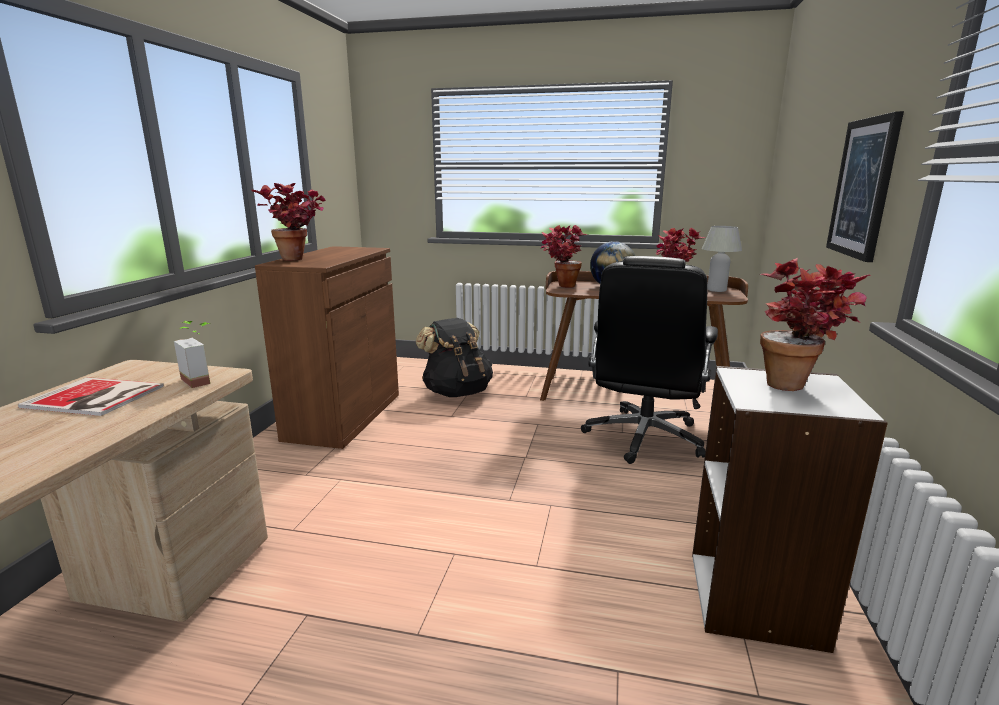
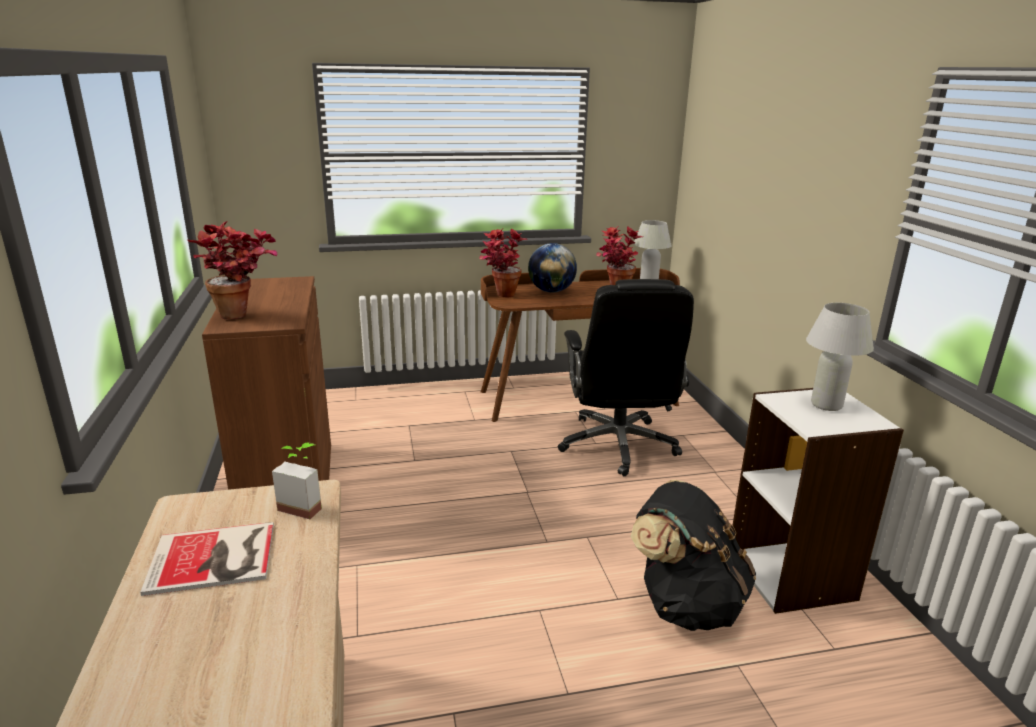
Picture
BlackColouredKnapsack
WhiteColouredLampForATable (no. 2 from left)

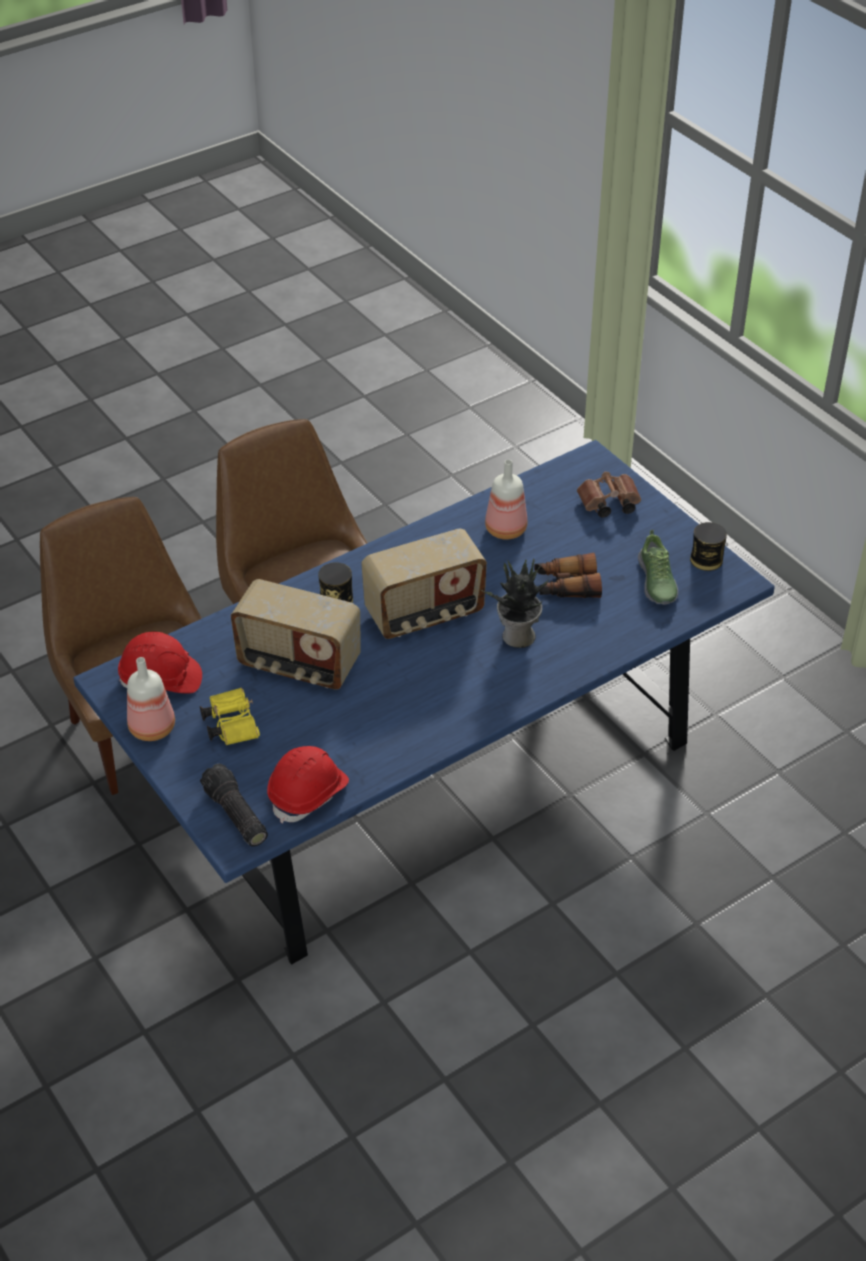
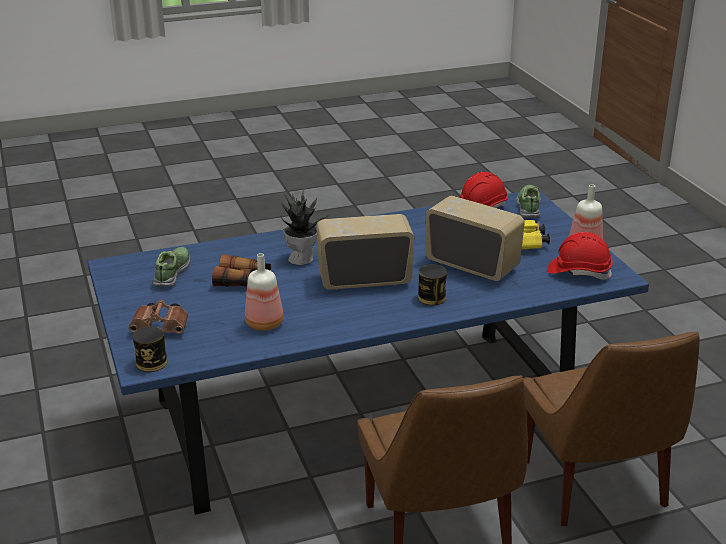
Can (no. 1 from left)
Shoe (no. 2 from left)

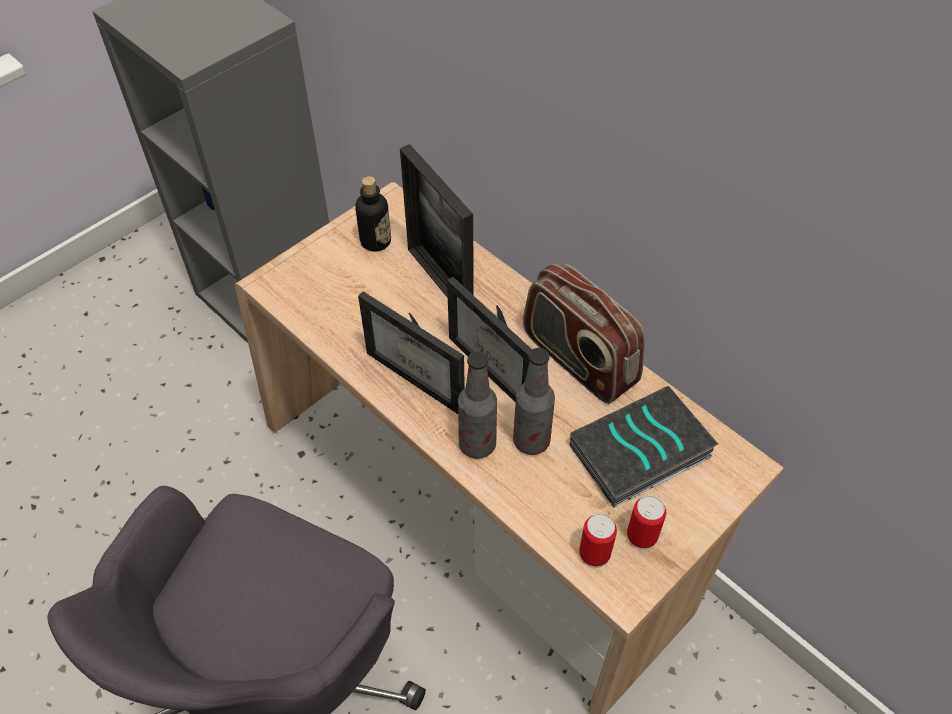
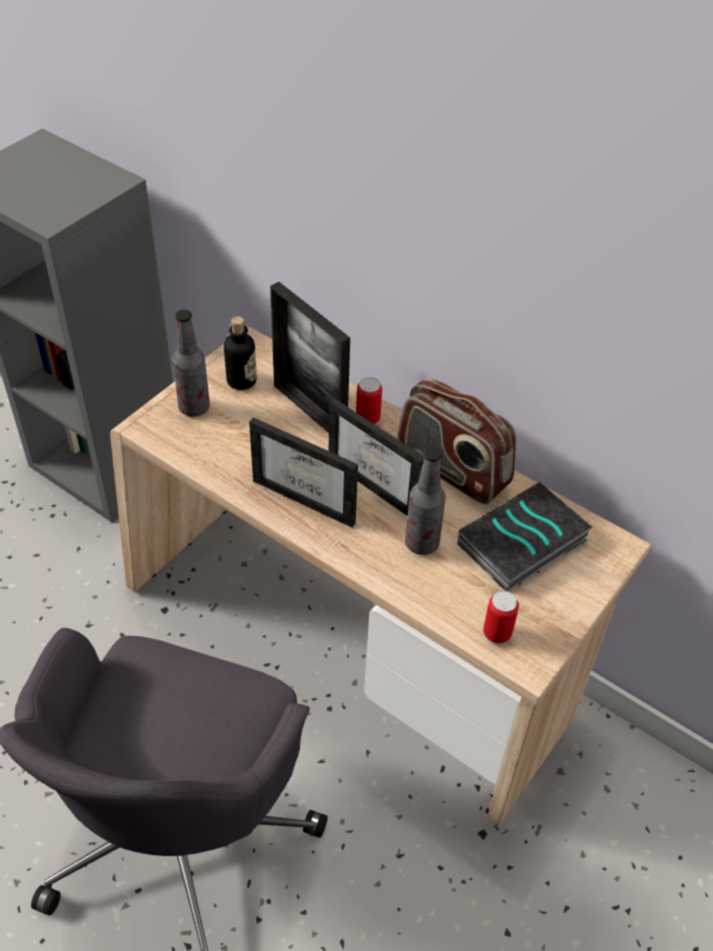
Bottle (no. 1 from left)
Can (no. 1 from left)

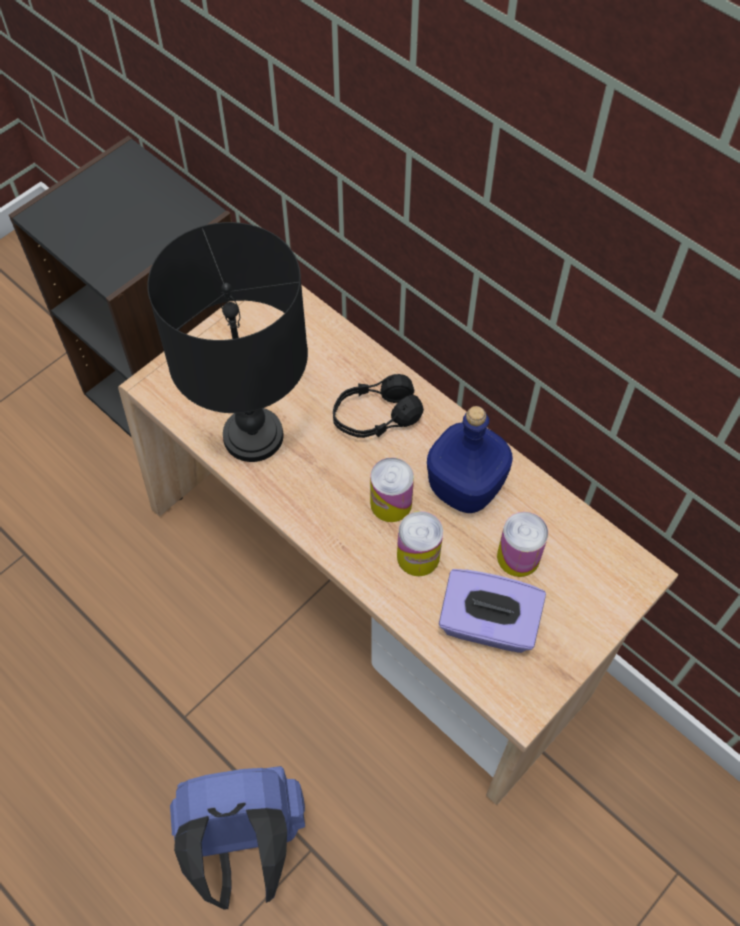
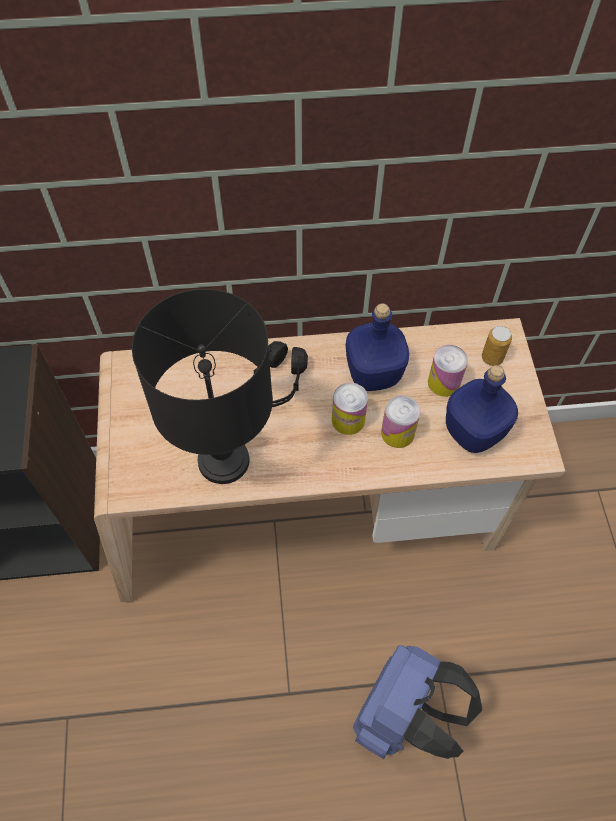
Can (no. 4 from left)
BlueColouredBottle (no. 2 from left)

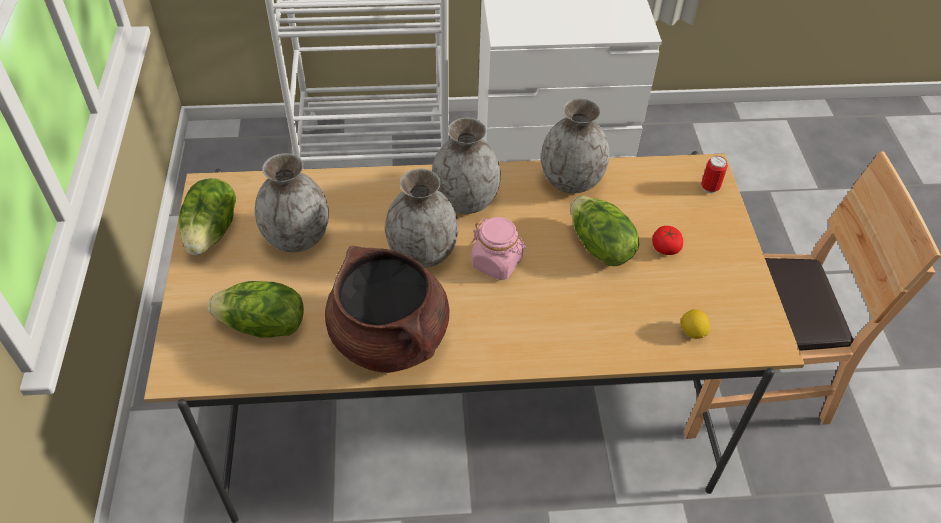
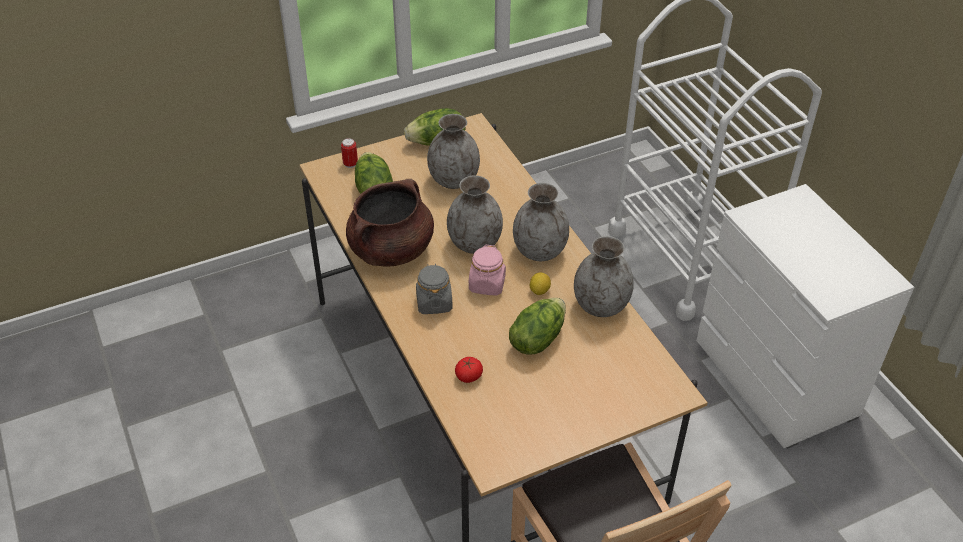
GrayStorageJar
WholeTomato
WholeLemon
Can

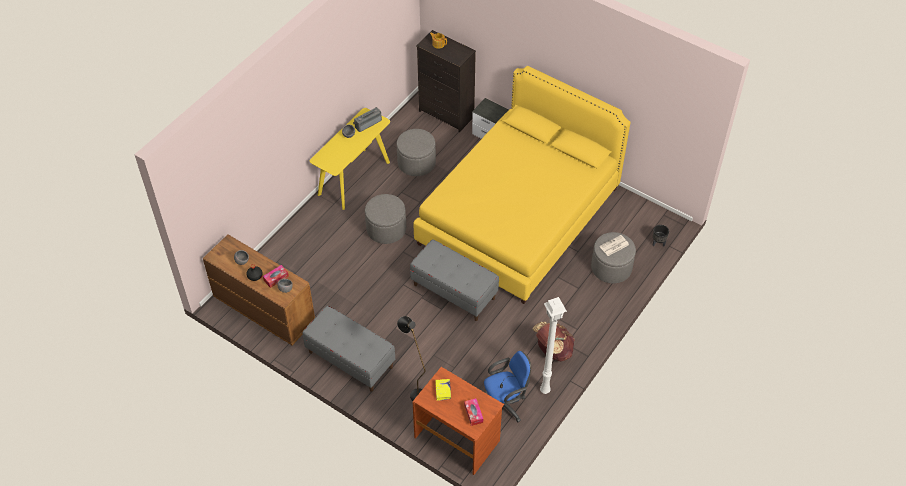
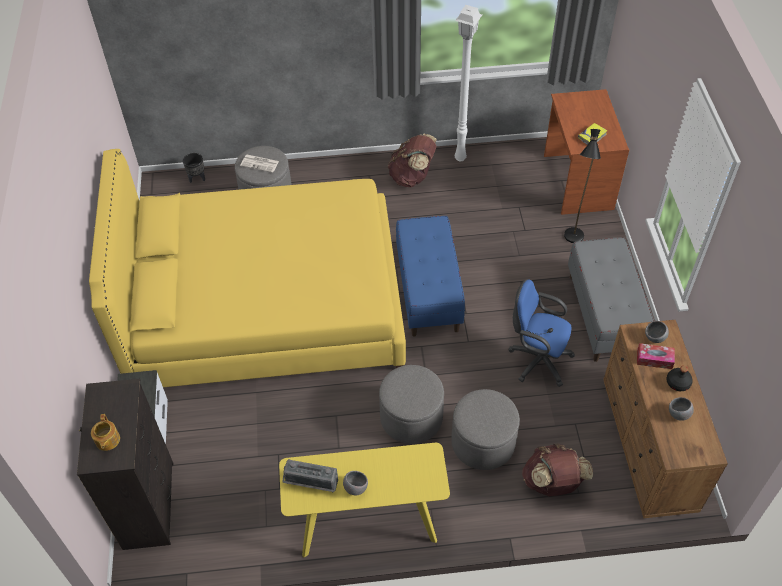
BoxOfTissues (no. 2 from left in the first image)
BrownColouredKnapsack (no. 2 from left)
GrayFootrest (no. 3 from left)
BlueColouredDeskChair
BlueColouredIndoorBench

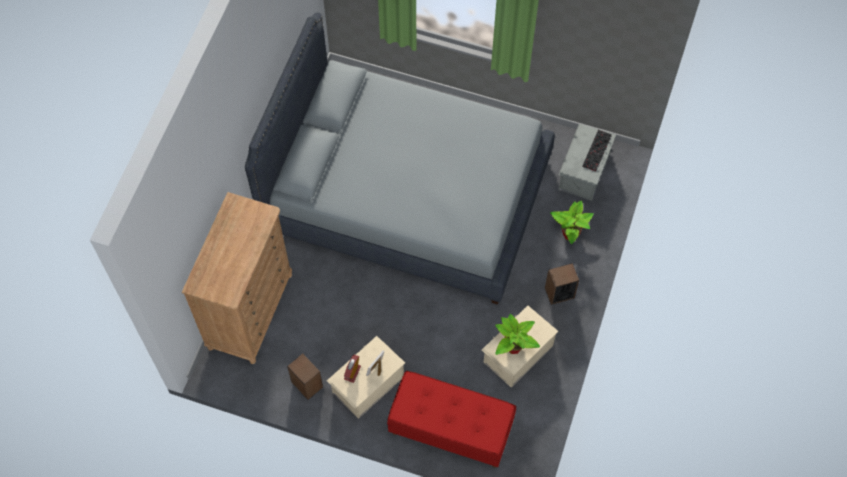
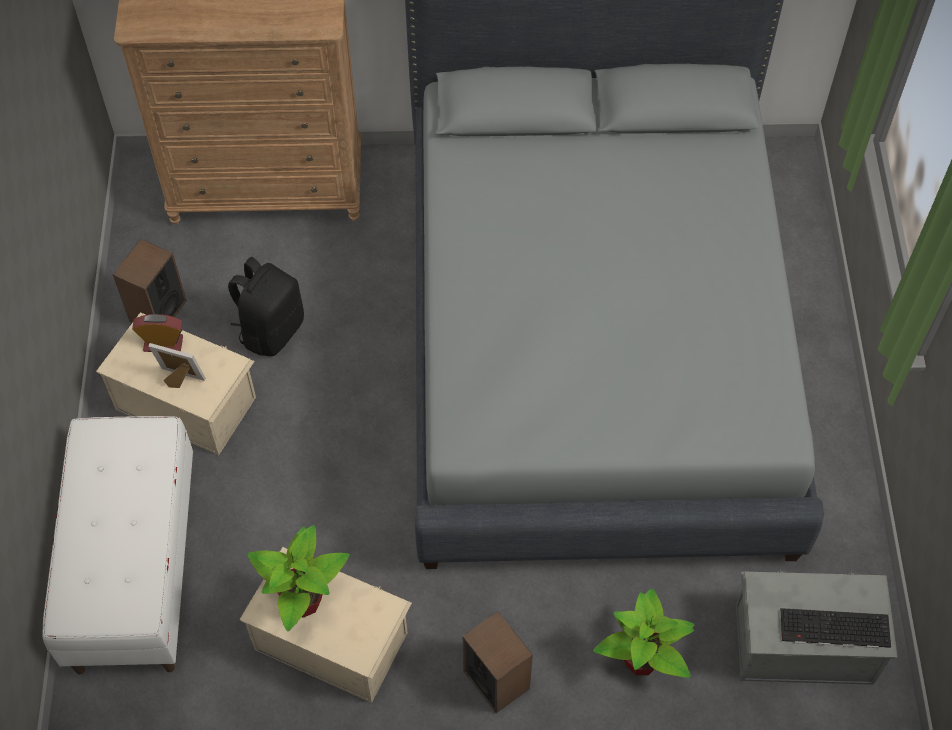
BlackColouredKnapsack
WhiteColouredIndoorBench

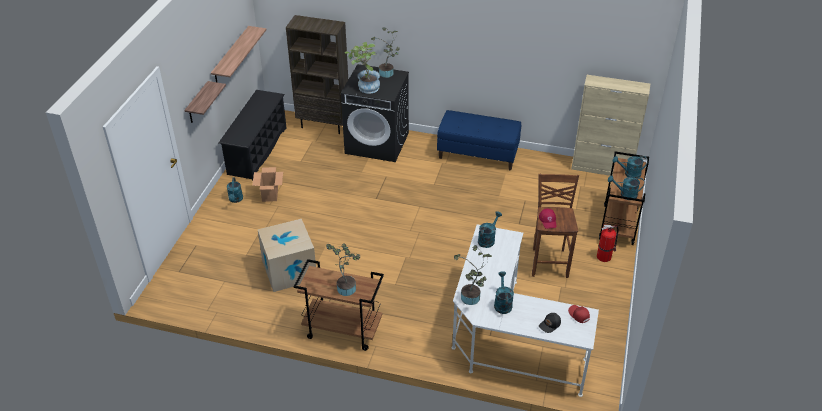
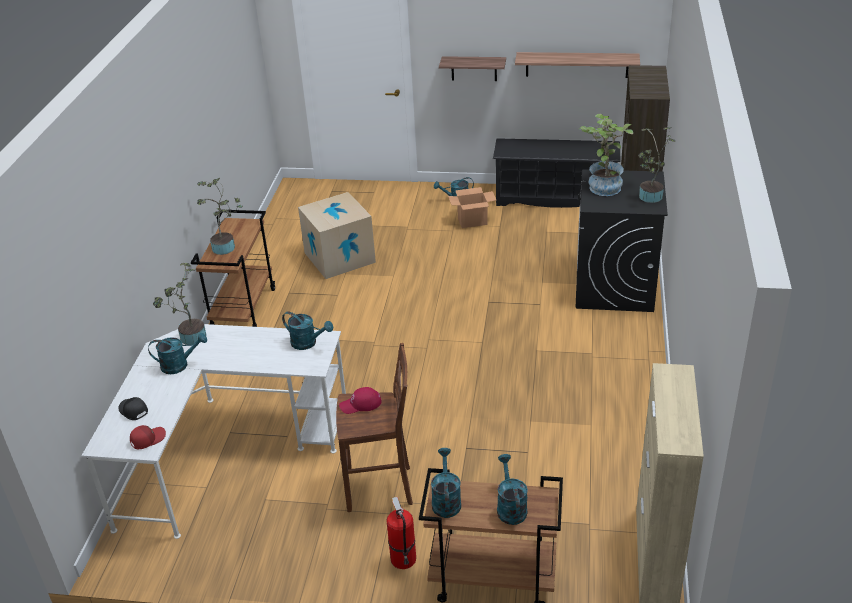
BlueColouredIndoorBench

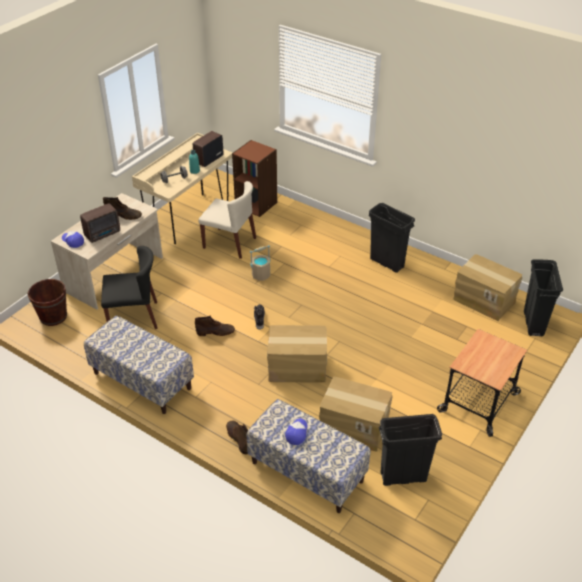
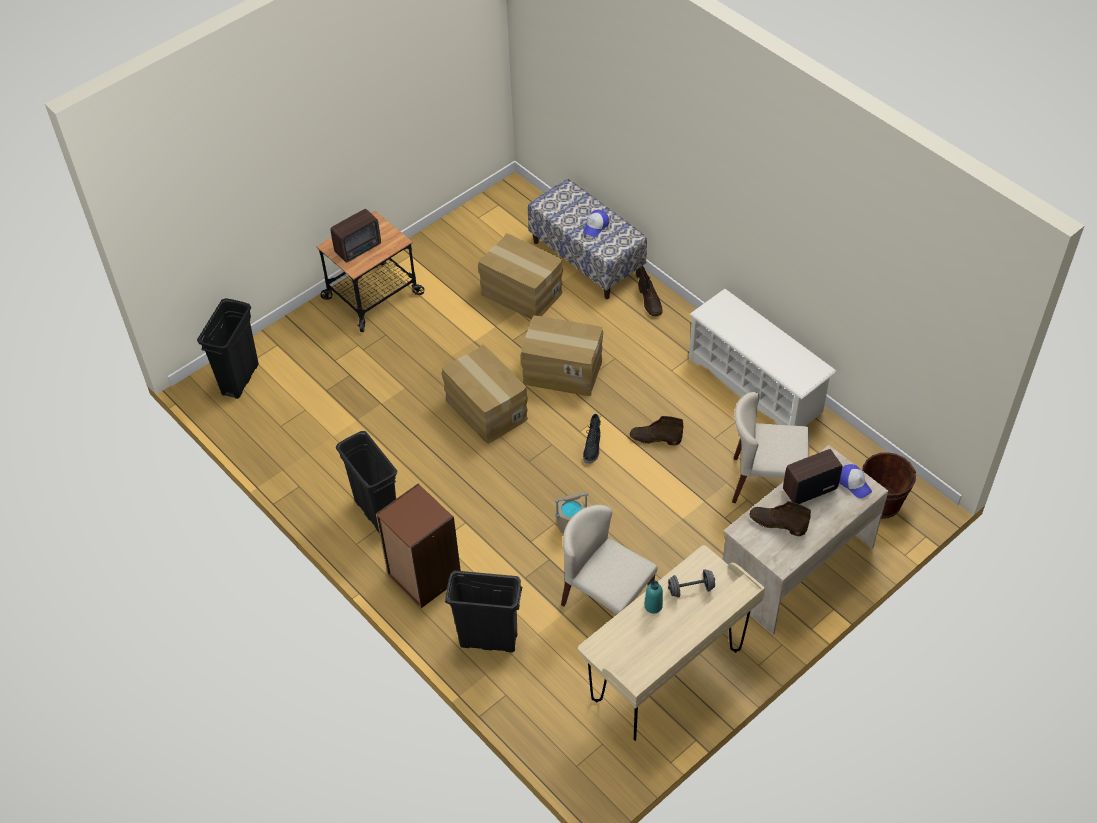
RadioSet (no. 1 from left)
BrownColouredBookcase
BlackColouredWasteBin (no. 3 from left)
PackingBox (no. 1 from left)
WhiteColouredShoeShelf
SandColouredUprightChair (no. 2 from left)

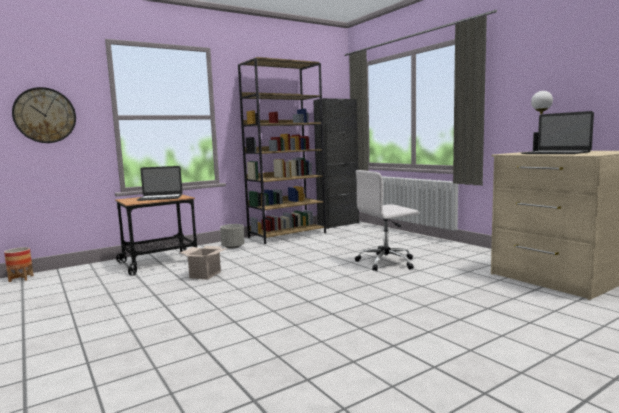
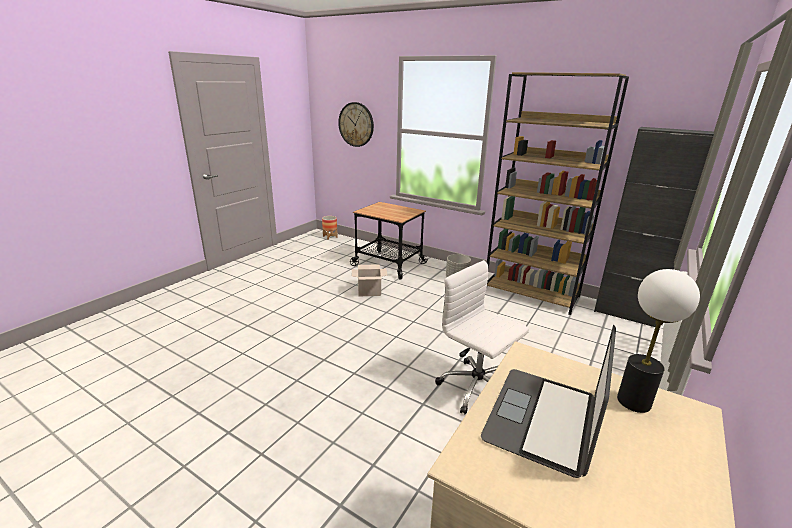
Laptop (no. 1 from left in the first image)

